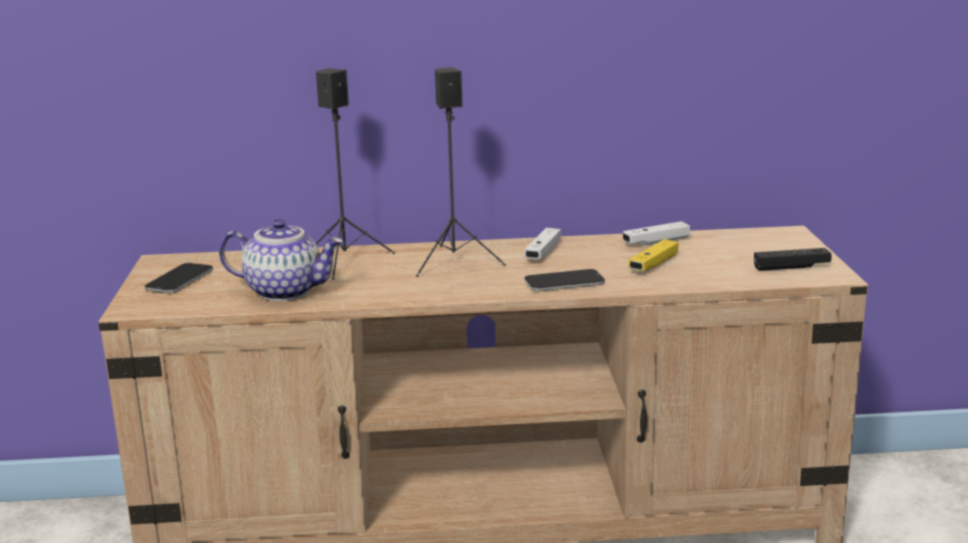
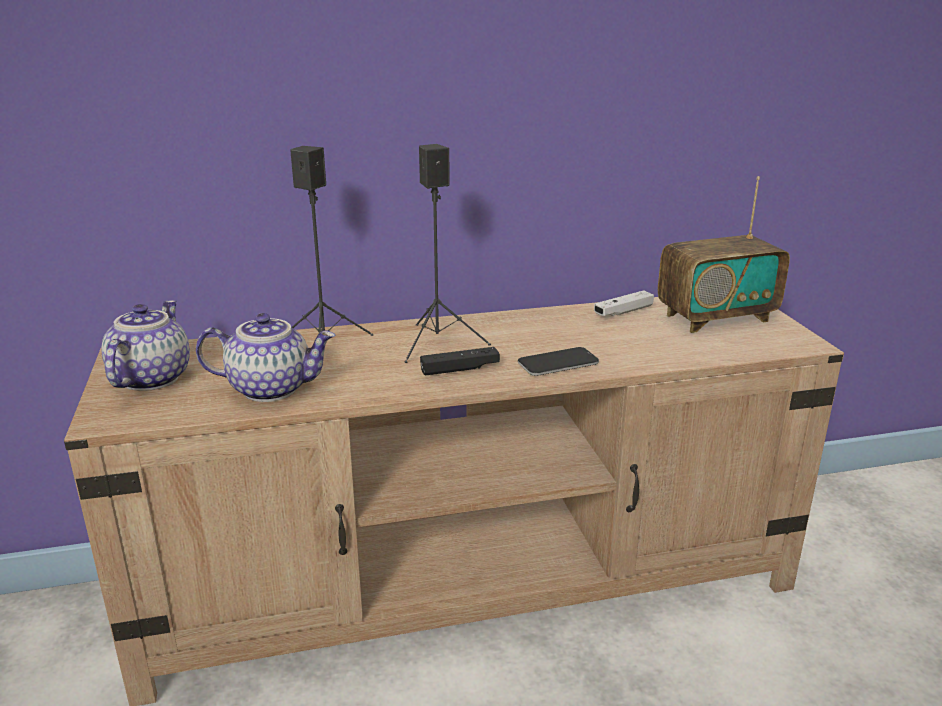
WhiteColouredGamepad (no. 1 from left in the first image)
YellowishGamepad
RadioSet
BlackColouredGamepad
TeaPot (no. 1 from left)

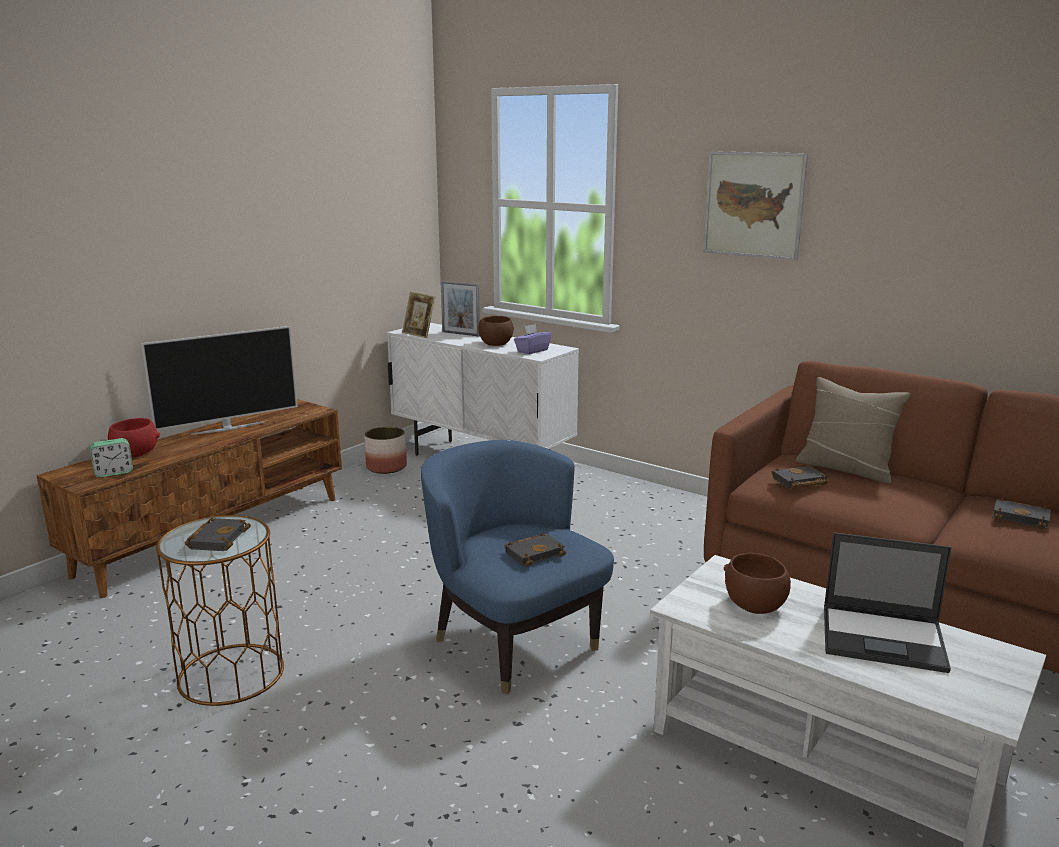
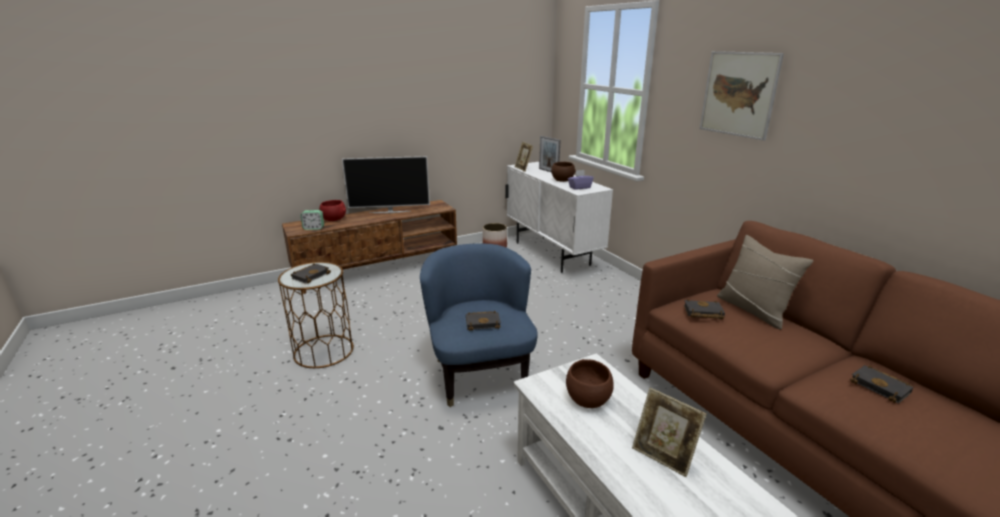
PictureFrame (no. 3 from left)

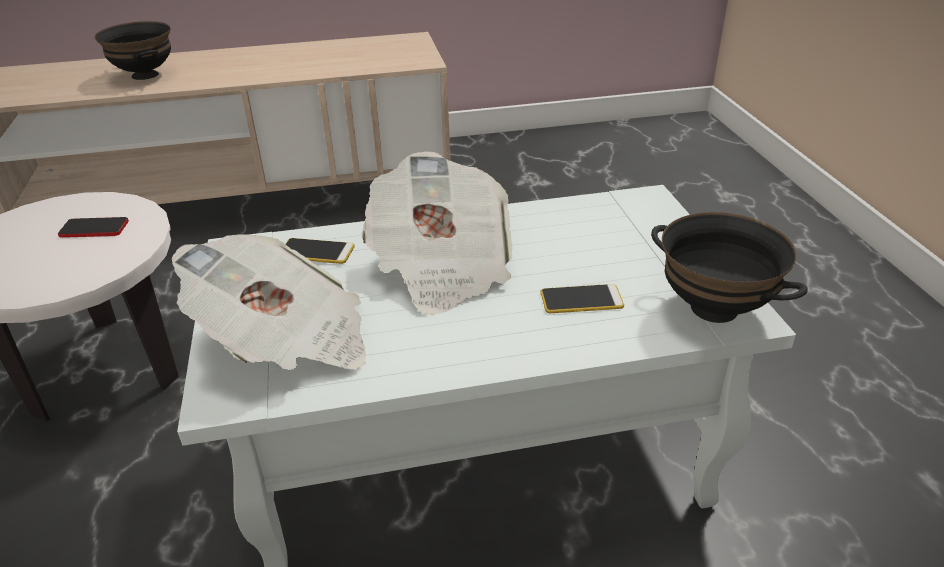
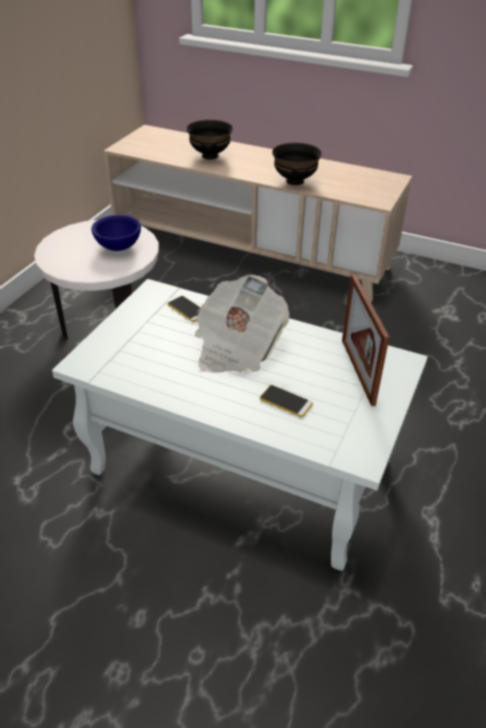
DailyPaper (no. 1 from left in the first image)
PictureFrame
BlackColouredBowl (no. 2 from left)
BlueColouredBowl

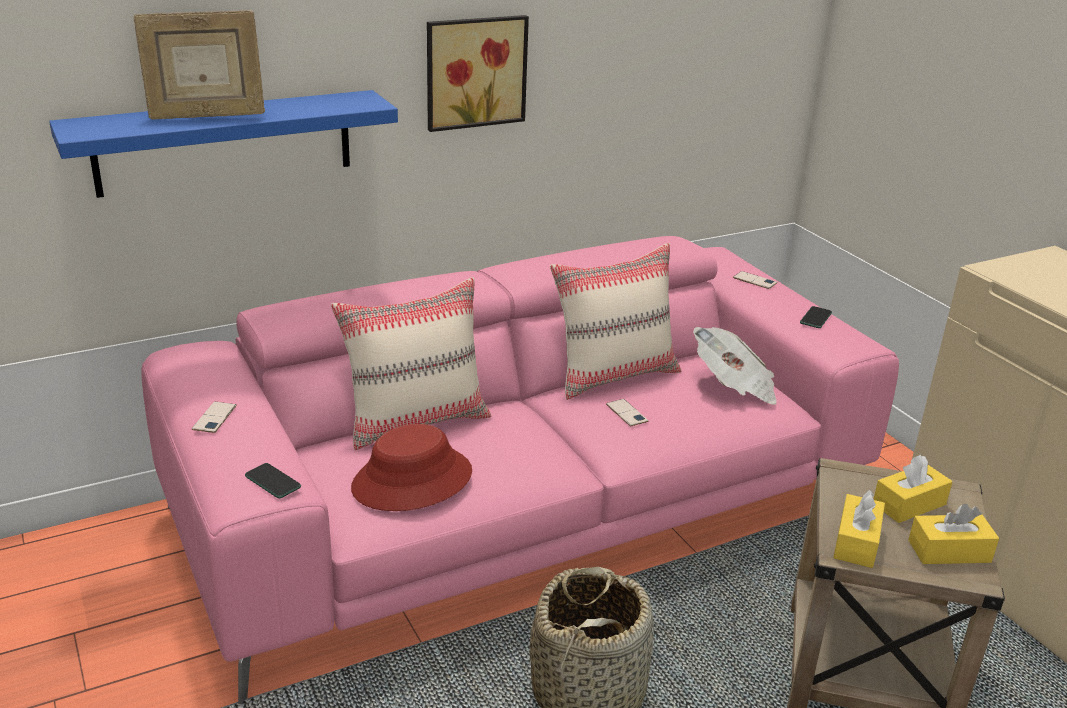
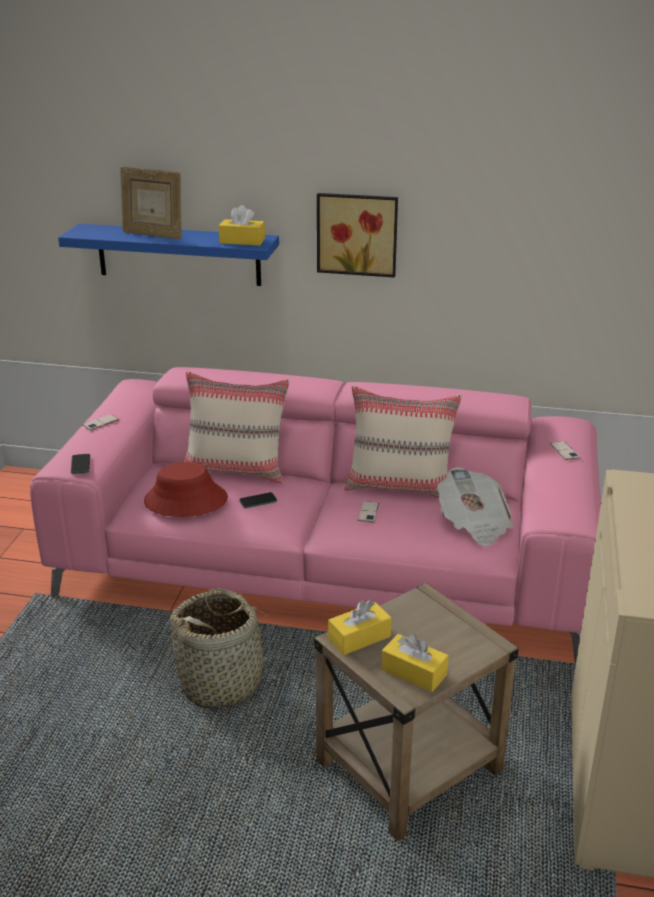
Handset (no. 3 from left)
YellowishBoxOfTissues (no. 1 from left)

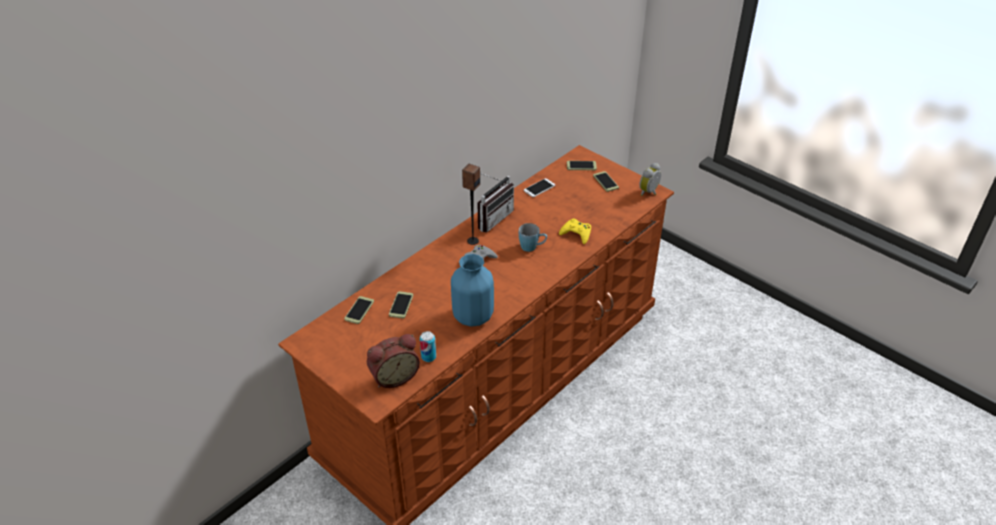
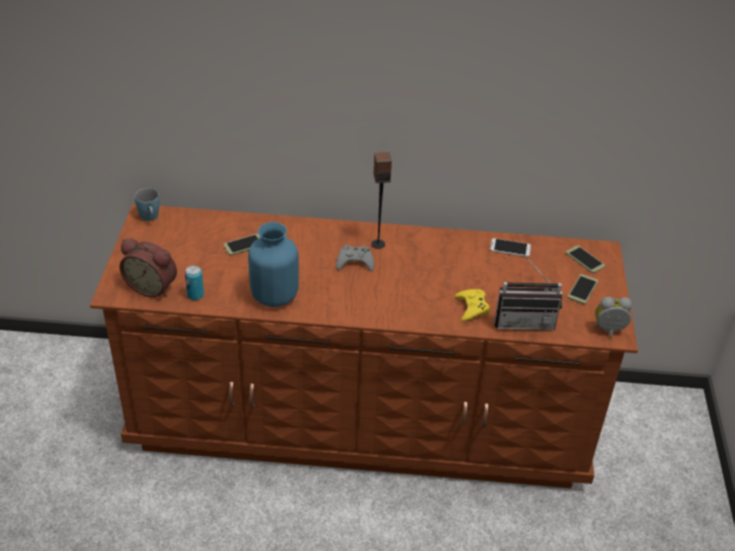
Handset (no. 1 from left in the first image)
RadioSet
BlueColouredMug

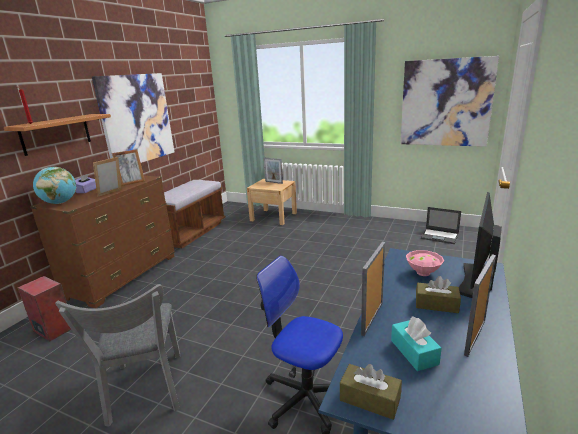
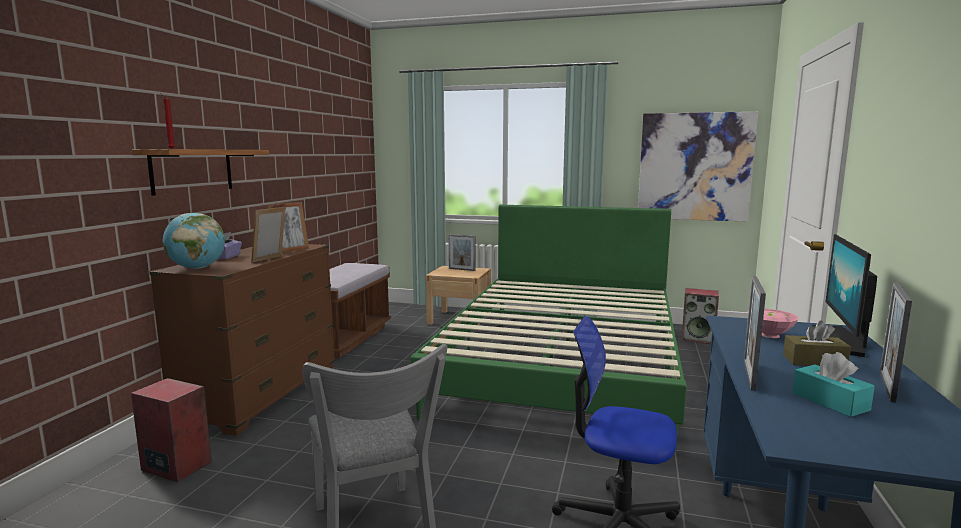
Picture (no. 1 from left in the first image)
BrownColouredBoxOfTissues (no. 1 from left in the first image)
GreenishSleepingBed
Speaker (no. 2 from left)

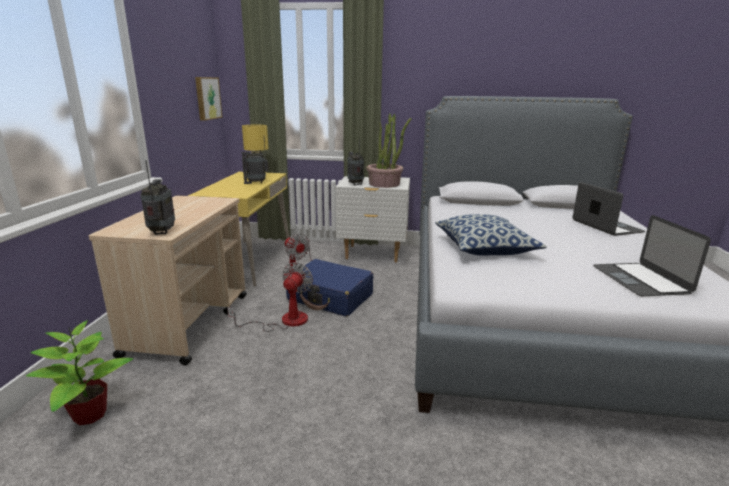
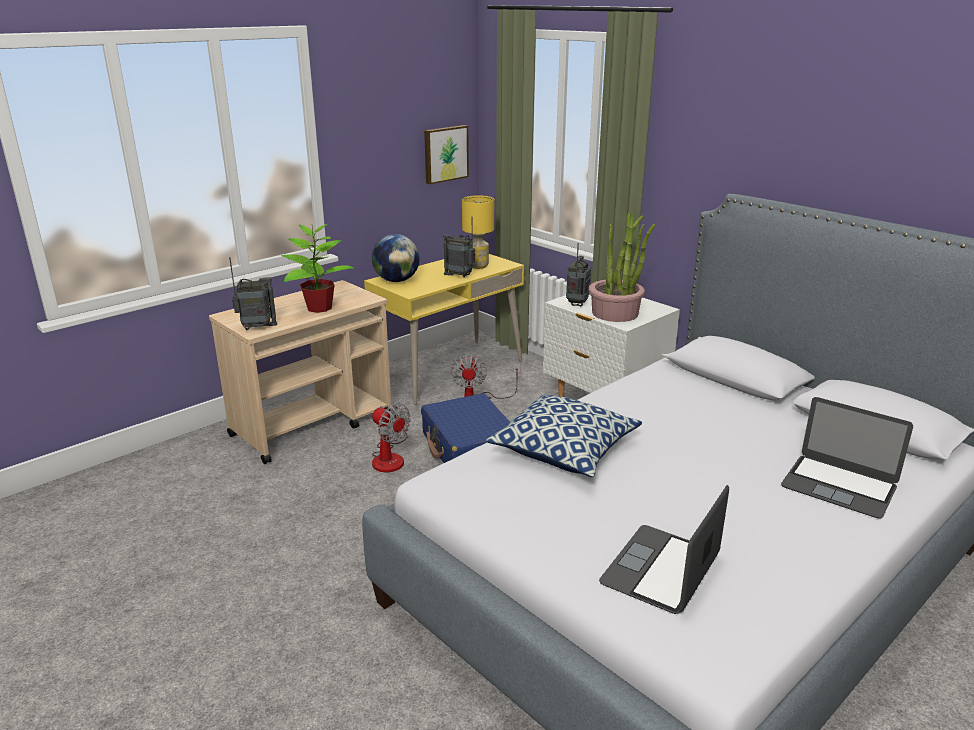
DeskGlobe
PlantInAPot (no. 1 from left)
RadioSet (no. 1 from left)
CoolingFan (no. 1 from left)
Laptop (no. 2 from left)

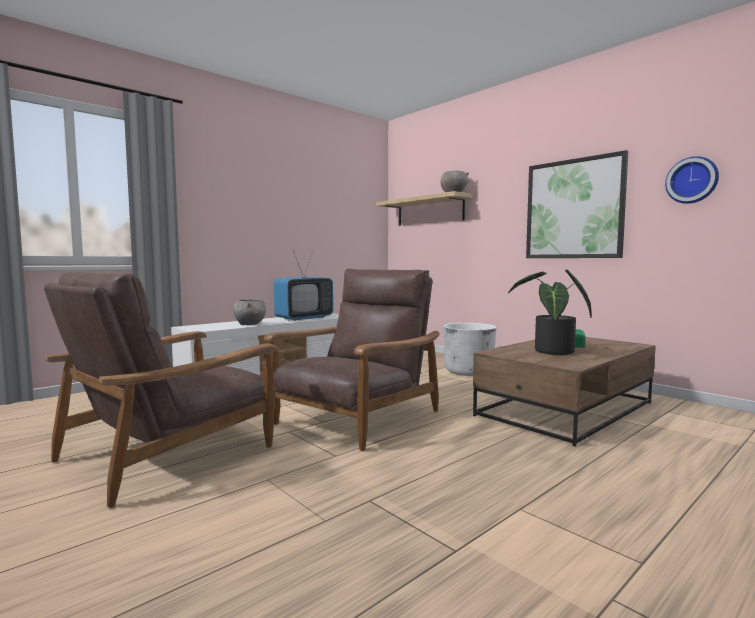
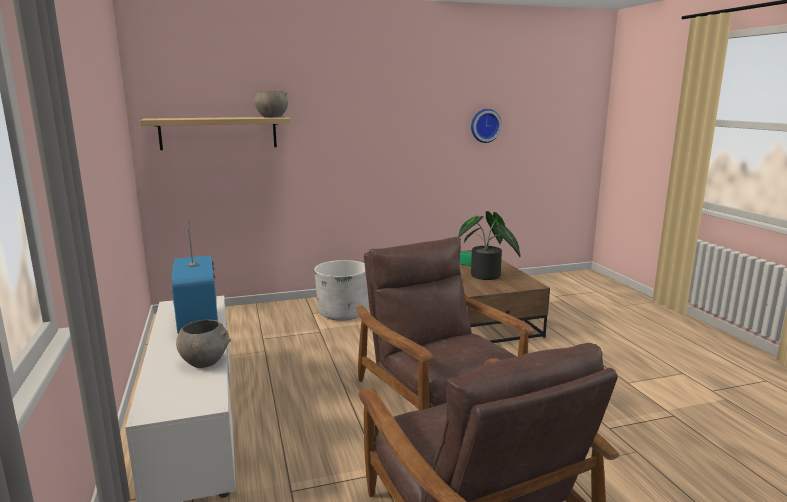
Picture

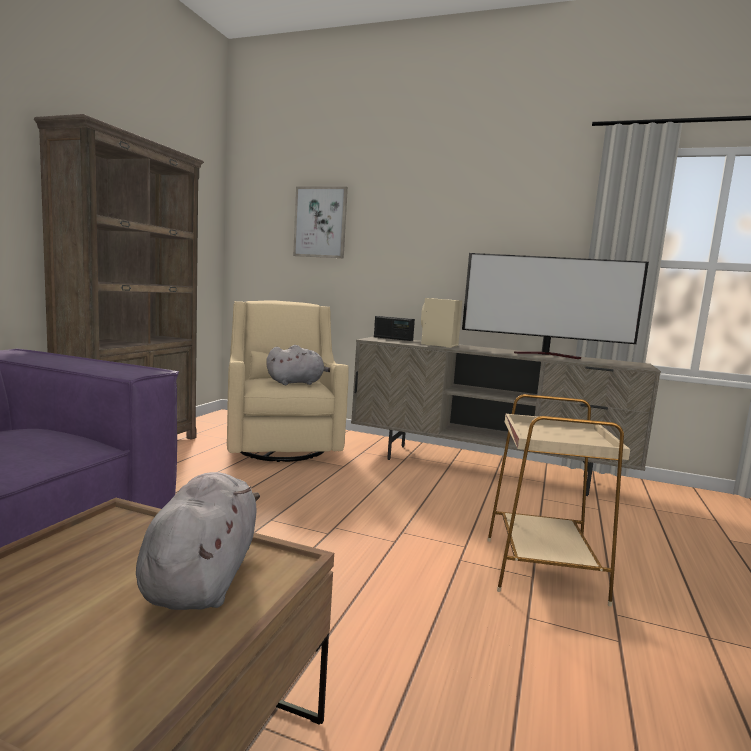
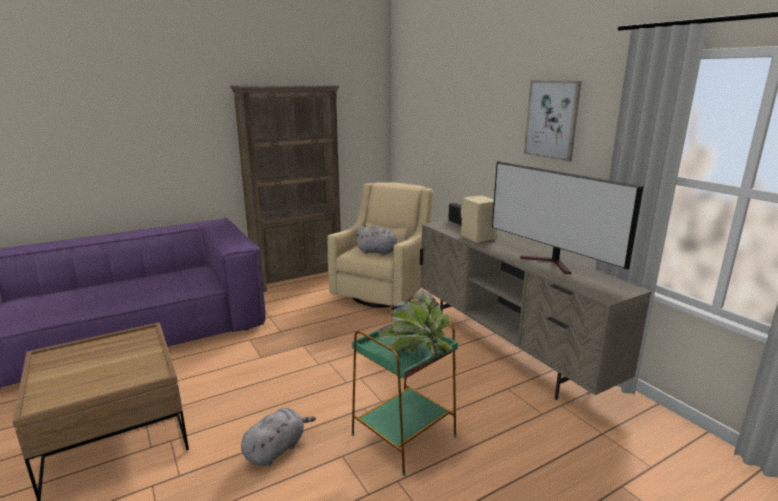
PlantInAPot
GrayPlushToy (no. 1 from left)
Picture
GreenishAccentTable

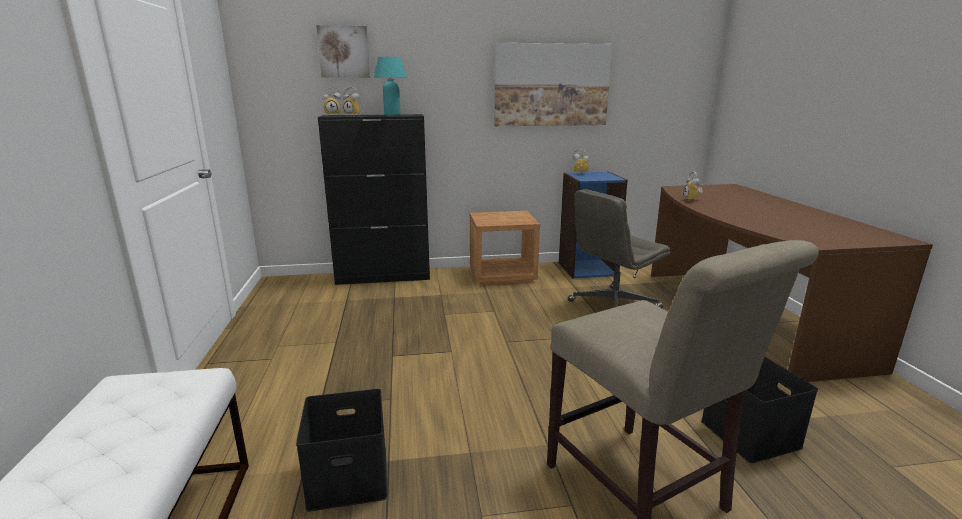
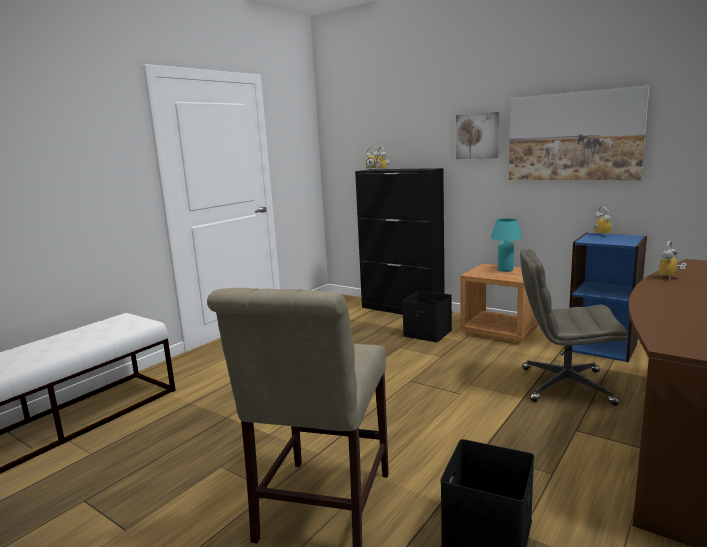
BlackColouredStorageContainer (no. 1 from left)
Picture (no. 1 from left)
BlueGreenLampForATable

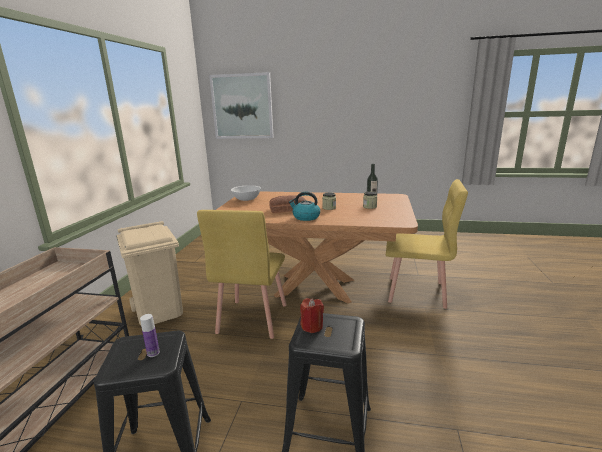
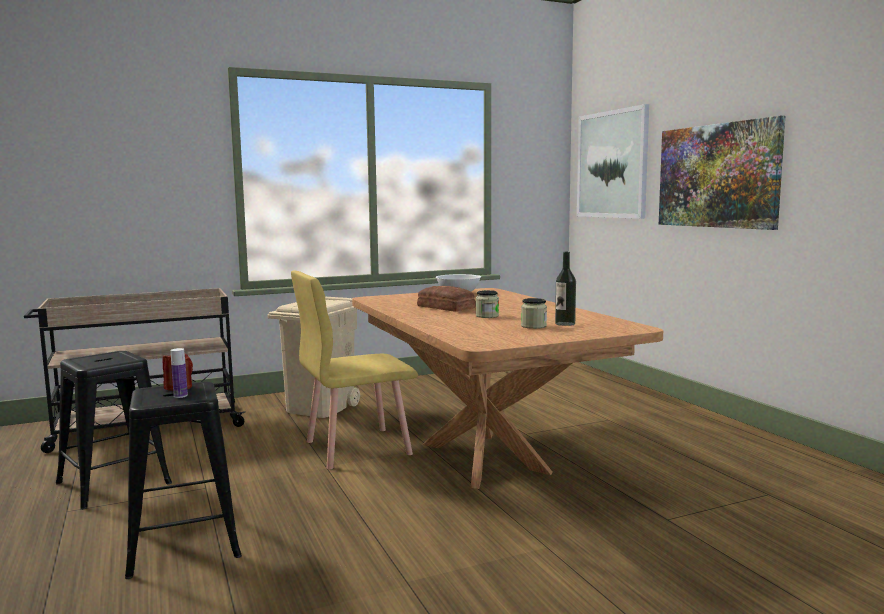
TeaKettle
YellowishUprightChair (no. 2 from left in the first image)
Picture (no. 2 from left)
Bottle (no. 1 from left)

